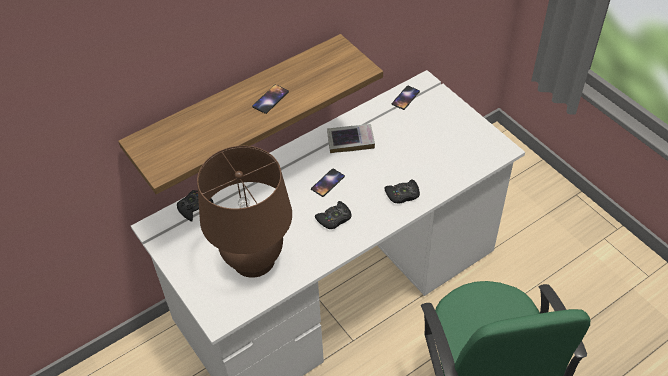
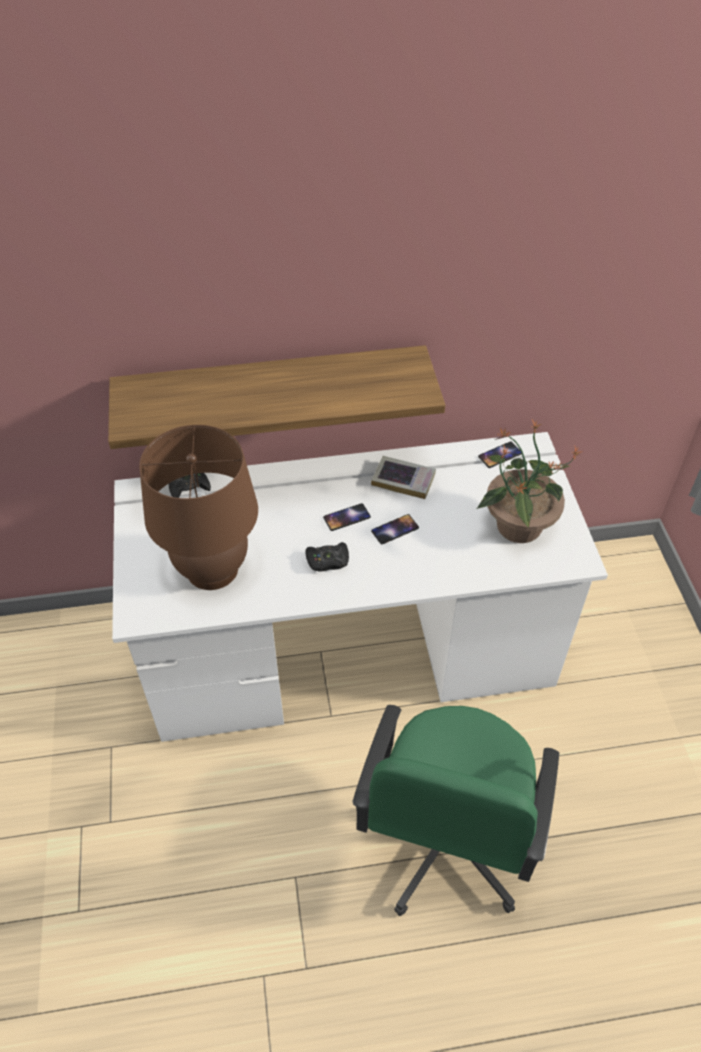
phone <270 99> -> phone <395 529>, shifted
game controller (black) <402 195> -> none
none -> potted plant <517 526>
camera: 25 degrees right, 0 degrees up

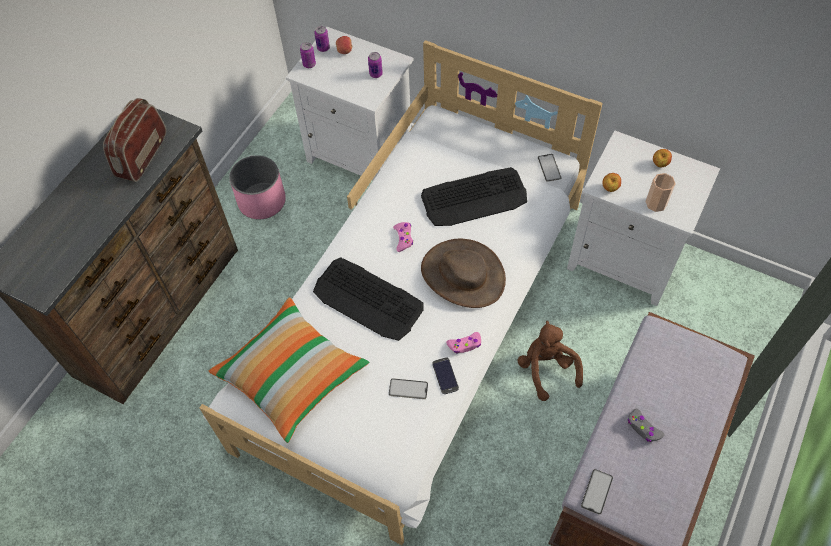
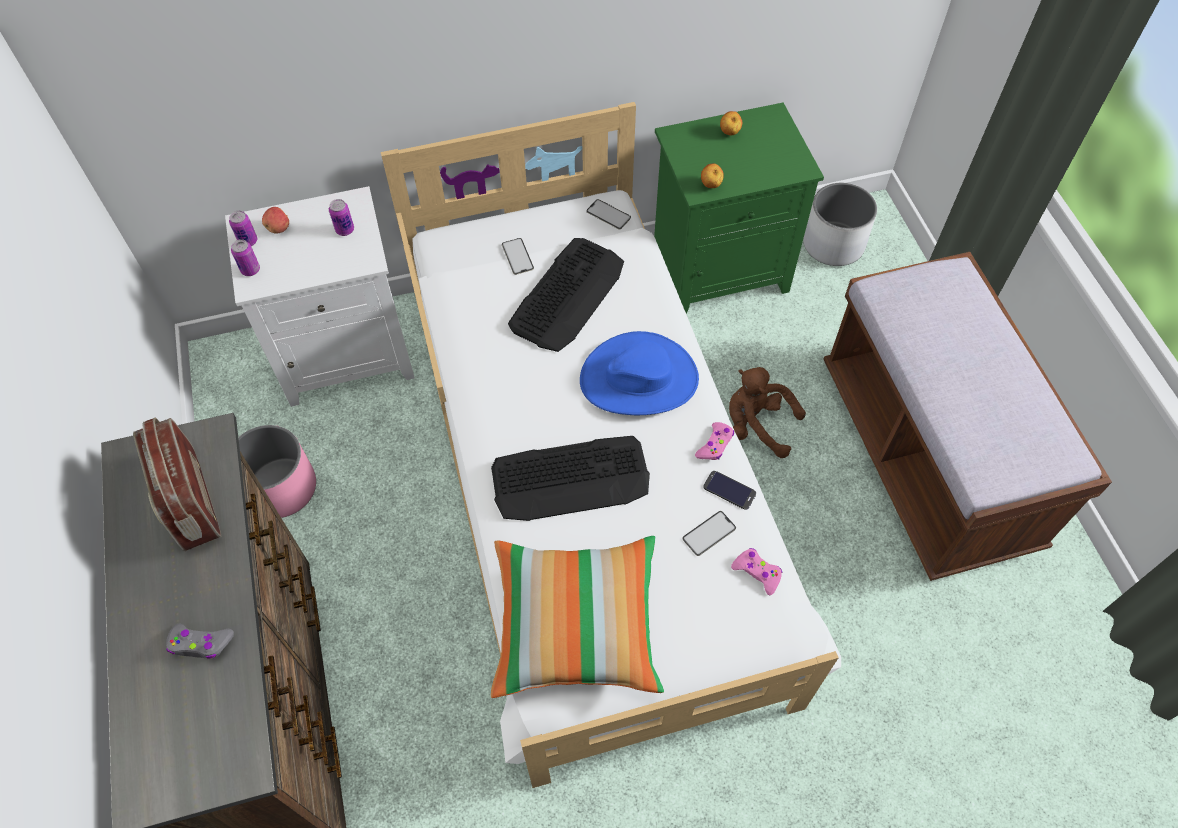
nightstand (white) <626 259> -> nightstand (green) <720 268>
cup <656 203> -> none
game controller (pink) <403 238> -> game controller (pink) <757 572>, shifted
hat (brown) <463 275> -> hat (blue) <639 378>
game controller (grey) <643 428> -> game controller (grey) <201 644>, shifted
phone <596 491> -> phone <517 256>, shifted
none -> planter (white) <834 244>
camera: 45 degrees left, 0 degrees up

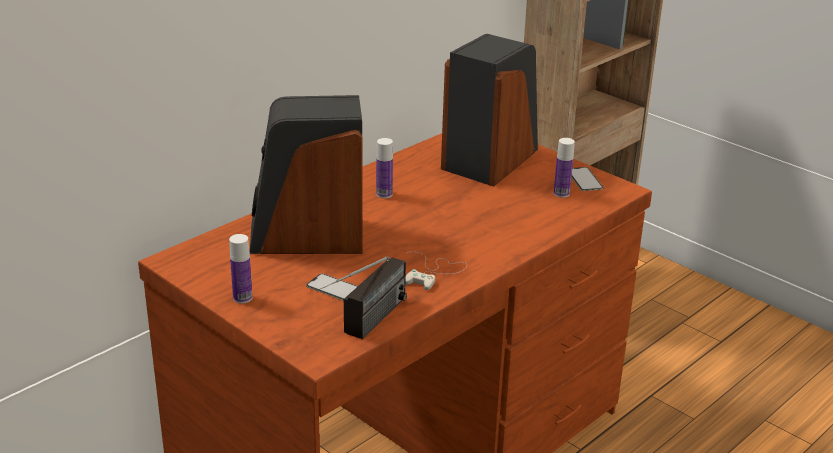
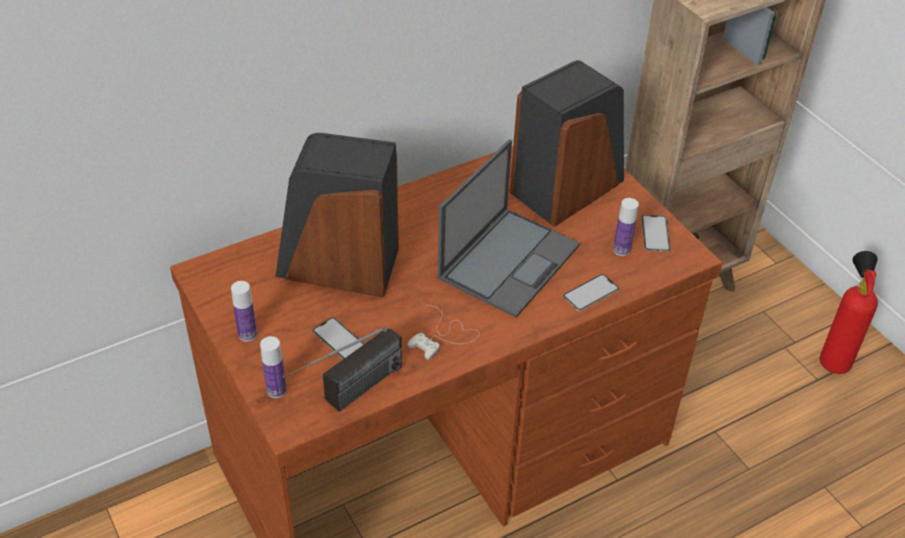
bottle <384 194> -> bottle <276 390>, shifted
none -> laptop <509 260>
none -> fire extinguisher <833 359>
none -> phone <591 293>
camera: 15 degrees right, 15 degrees up

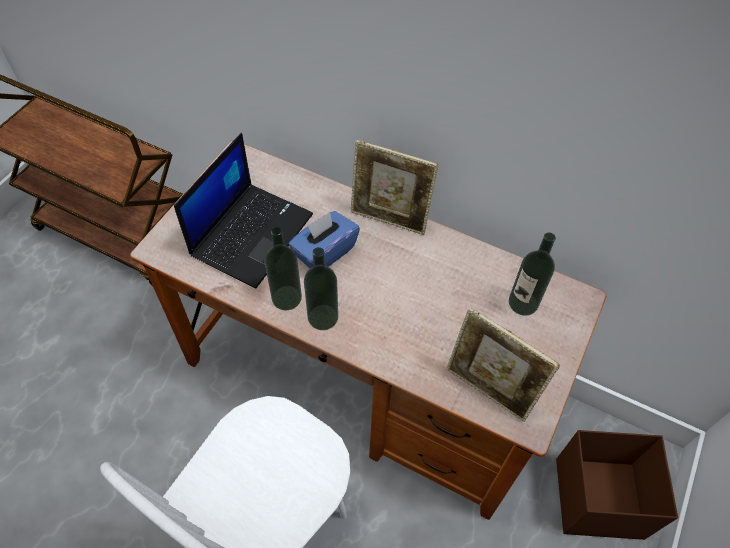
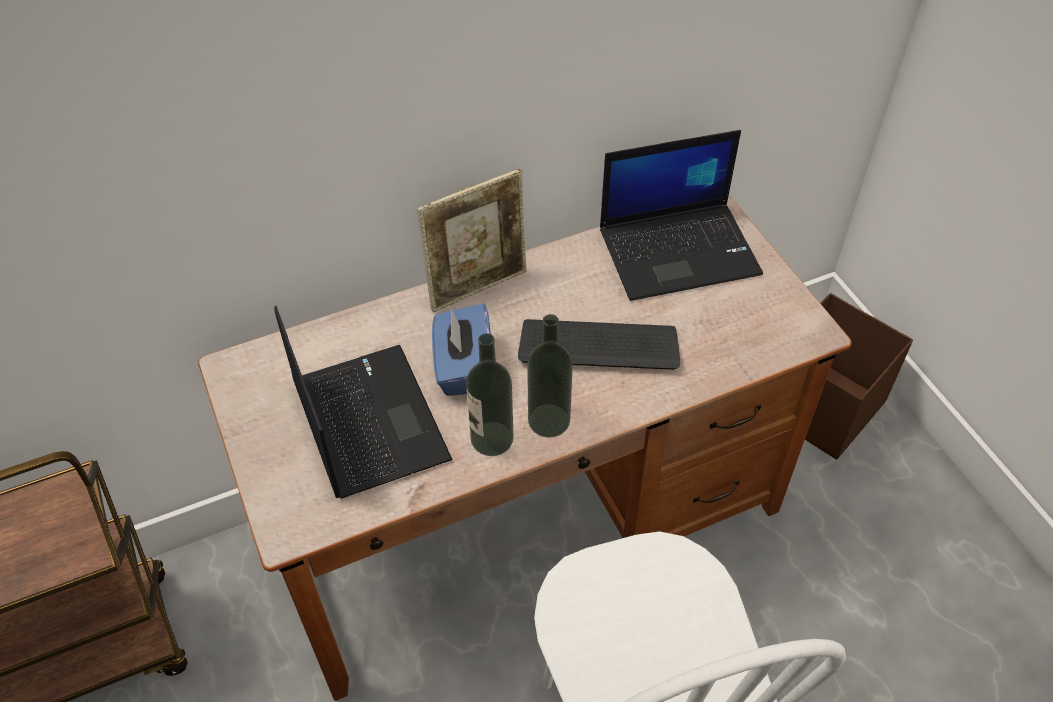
bottle <523 303> -> laptop <680 250>
picture frame <488 391> -> none
none -> keyboard <598 346>
camera: 50 degrees left, 5 degrees down

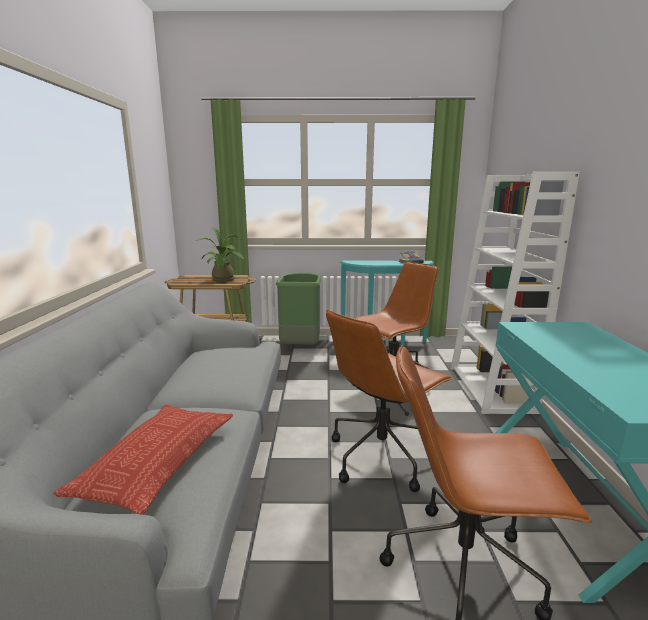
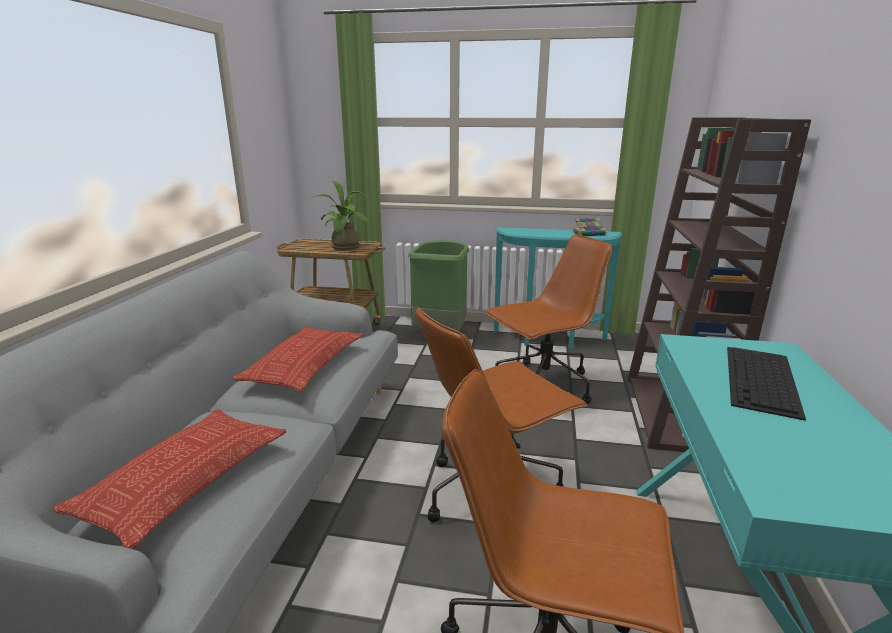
bookcase (white) <491 389> -> bookcase (brown) <674 414>
none -> pillow <304 365>
none -> keyboard <762 380>
camera: 10 degrees right, 5 degrees up

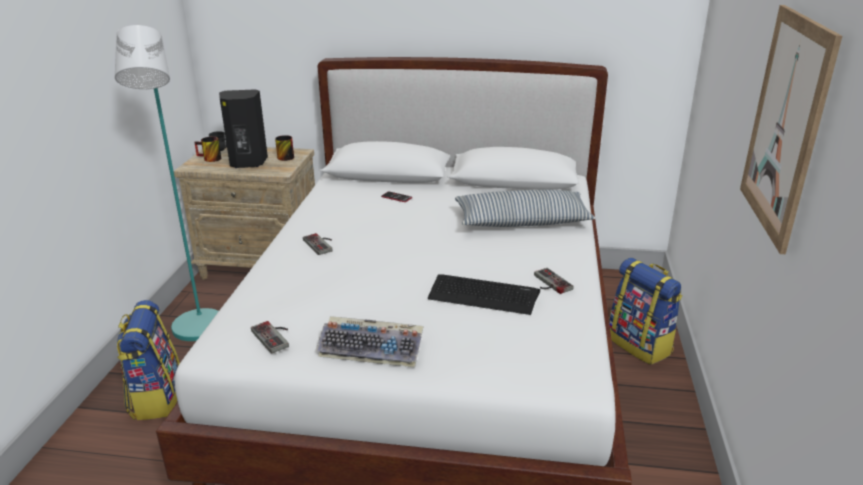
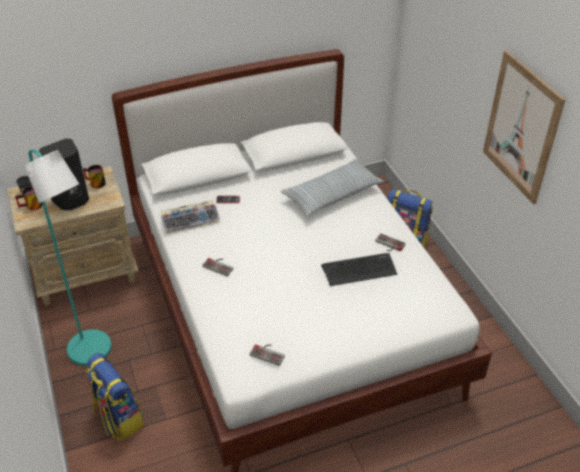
keyboard <373 348> -> keyboard <190 220>, shifted
camera: 30 degrees left, 15 degrees up

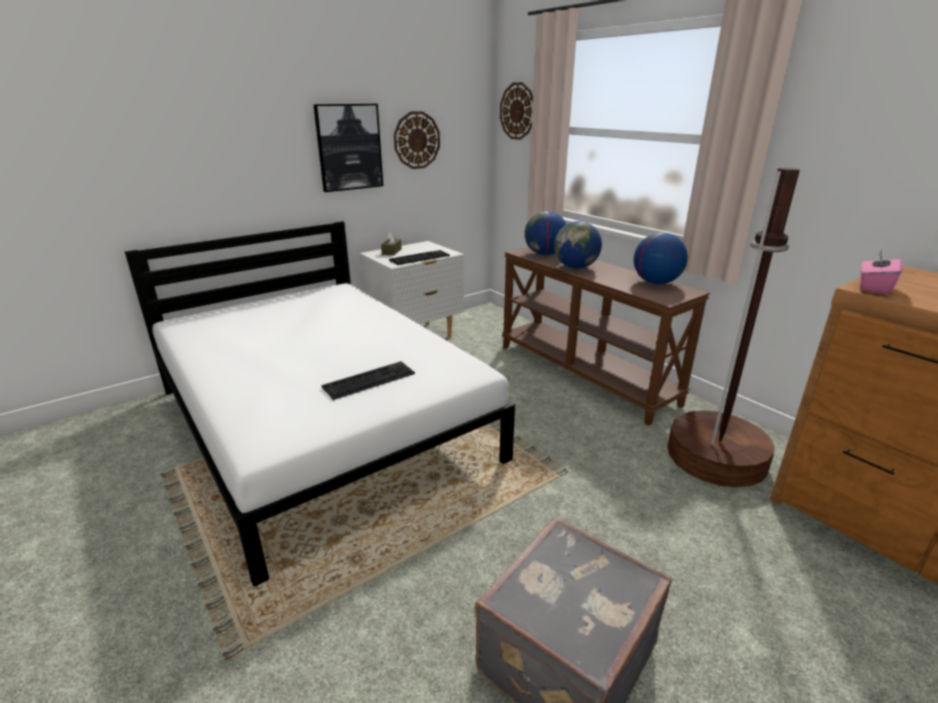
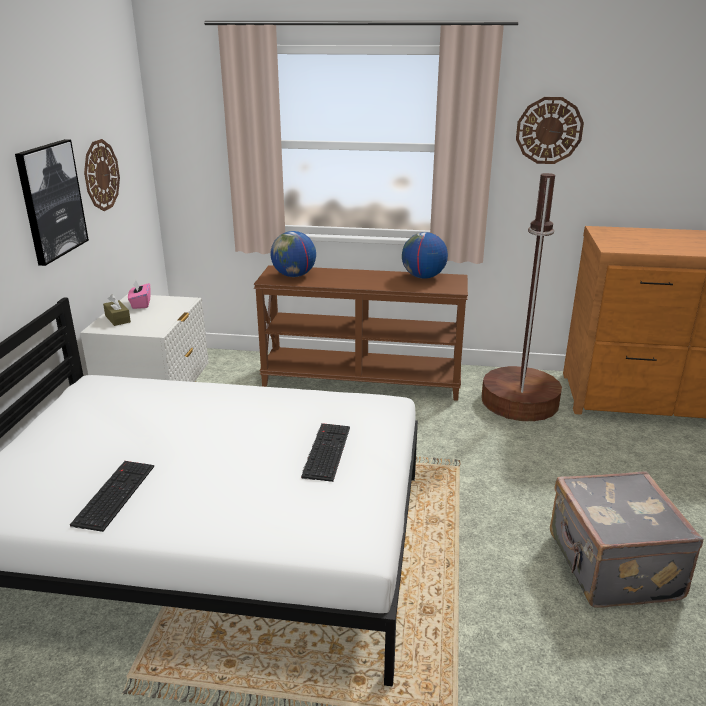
wall clock <517 111> -> wall clock <549 130>, shifted
globe <575 267> -> none
tissue box (pink) <873 287> -> tissue box (pink) <140 304>, shifted
keyboard <420 257> -> keyboard <114 494>, shifted
camera: 45 degrees left, 0 degrees up

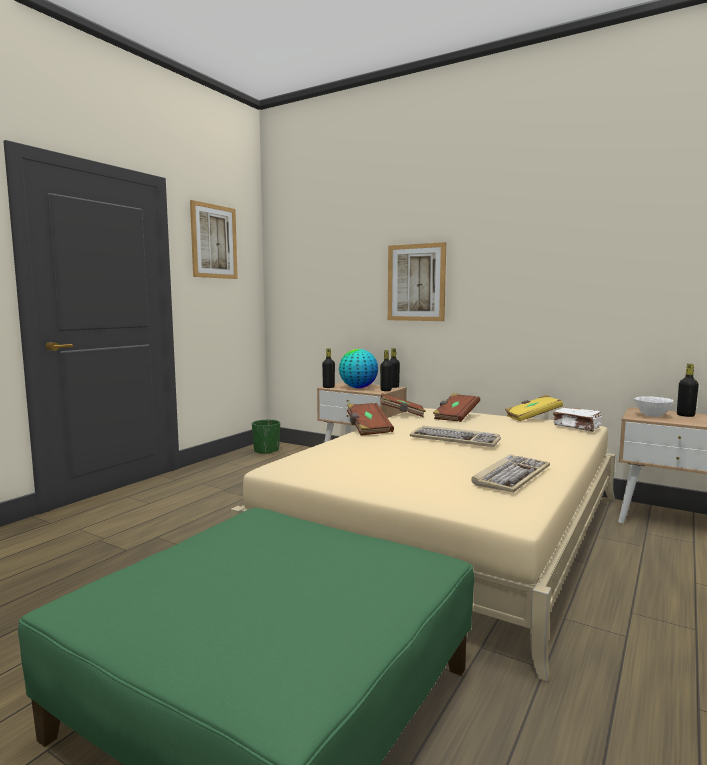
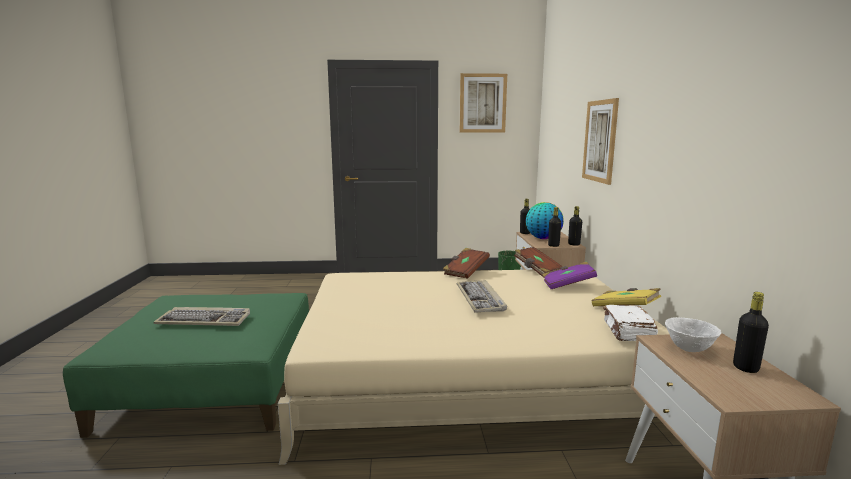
book (brown) <455 417> -> book (purple) <567 285>
keyboard <511 476> -> keyboard <205 320>, shifted
camera: 55 degrees right, 5 degrees up

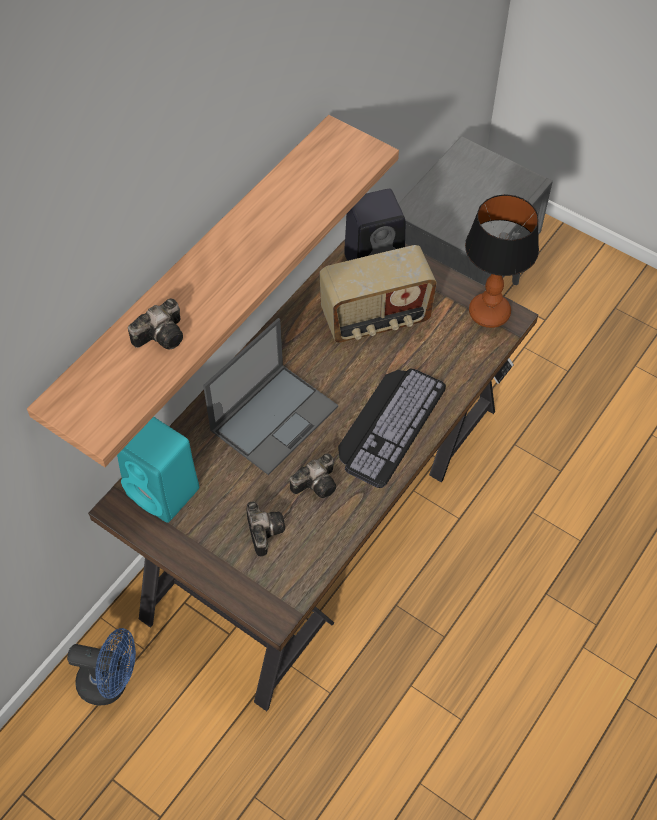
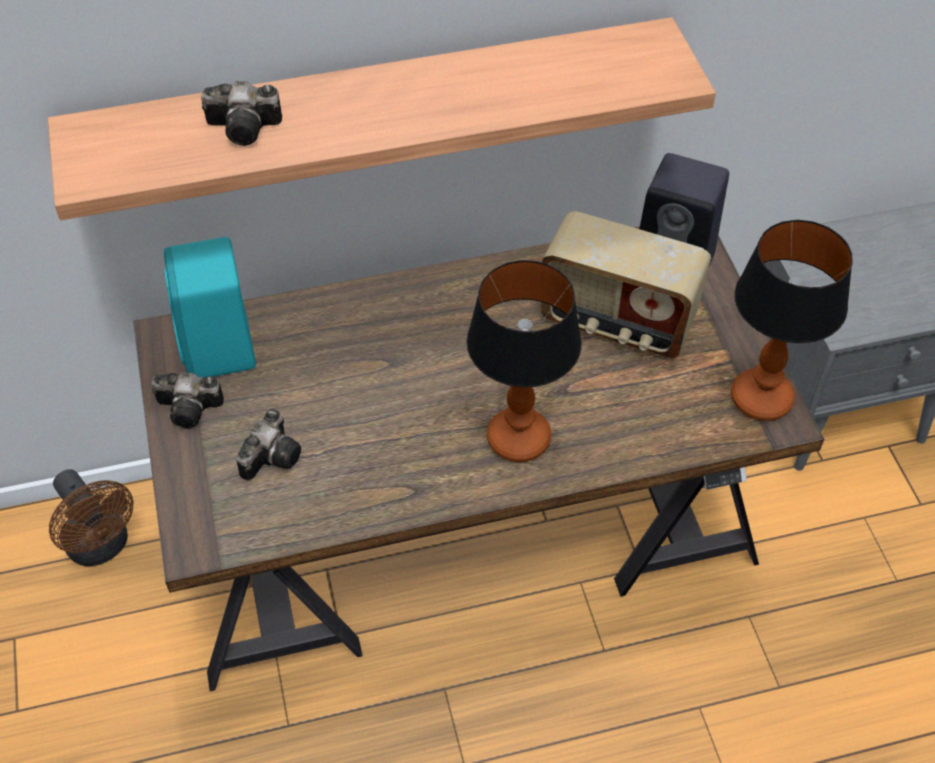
laptop <275 417> -> none
keyboard <388 422> -> table lamp <519 437>
photo camera <317 483> -> photo camera <192 408>, shifted
fan (blue) <111 683> -> fan (brown) <102 547>
camera: 40 degrees right, 5 degrees down

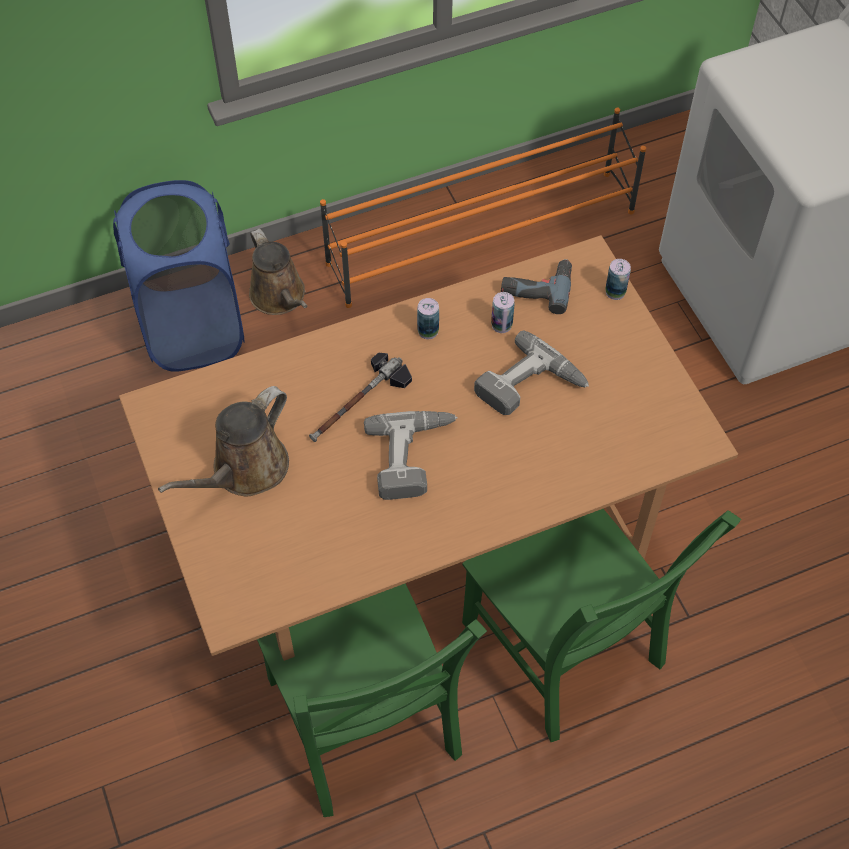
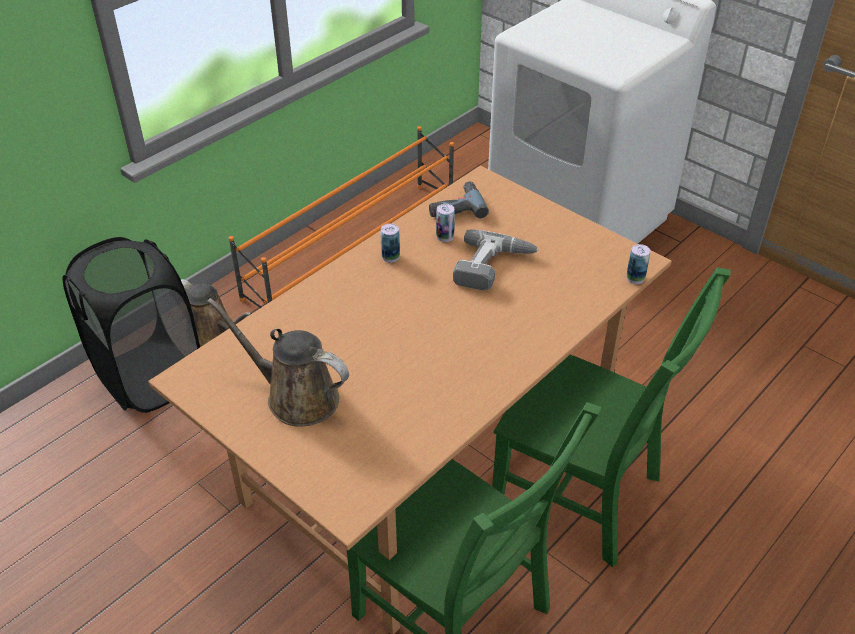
laundry basket (blue) <194 328> -> laundry basket (black) <150 377>
can <615 292> -> can <635 278>, shifted
hammer <358 404> -> none
watering can (brown) <244 470> -> watering can (brown) <296 396>, 105 degrees clockwise
power drill <414 457> -> none
camera: 25 degrees left, 15 degrees down

